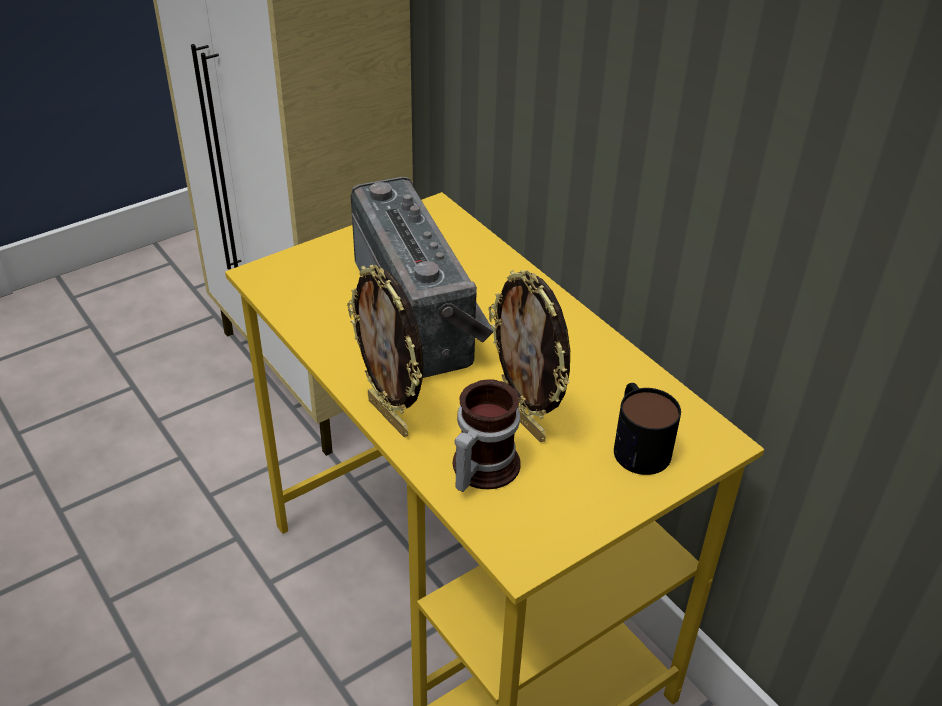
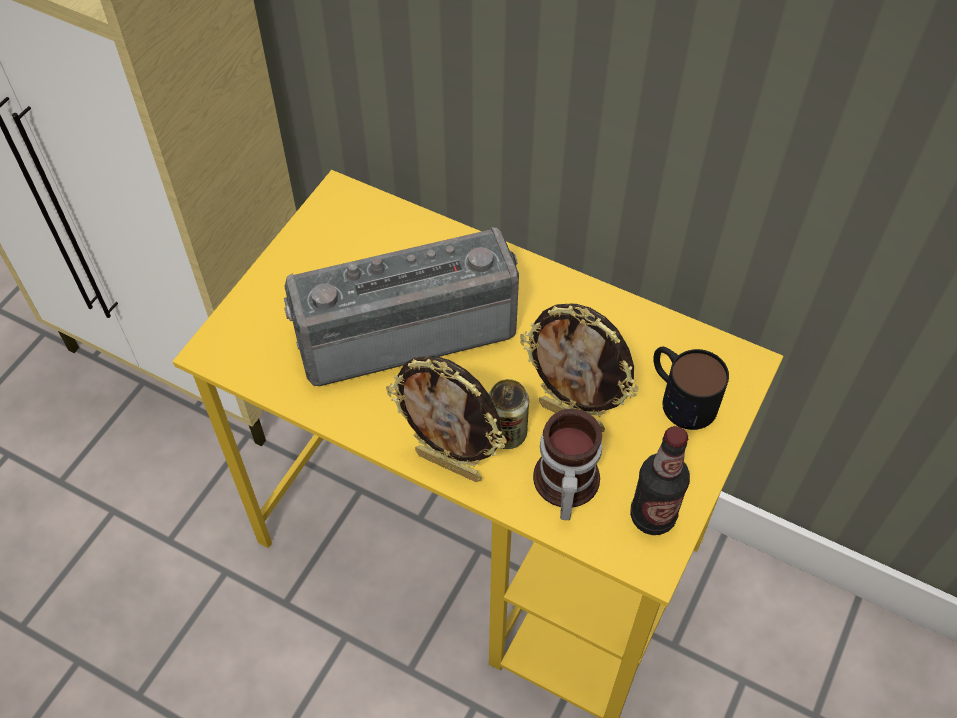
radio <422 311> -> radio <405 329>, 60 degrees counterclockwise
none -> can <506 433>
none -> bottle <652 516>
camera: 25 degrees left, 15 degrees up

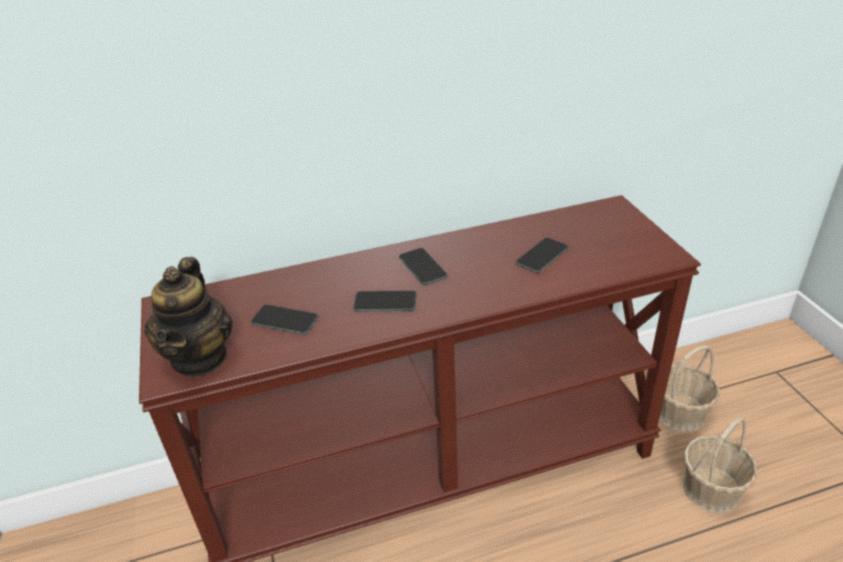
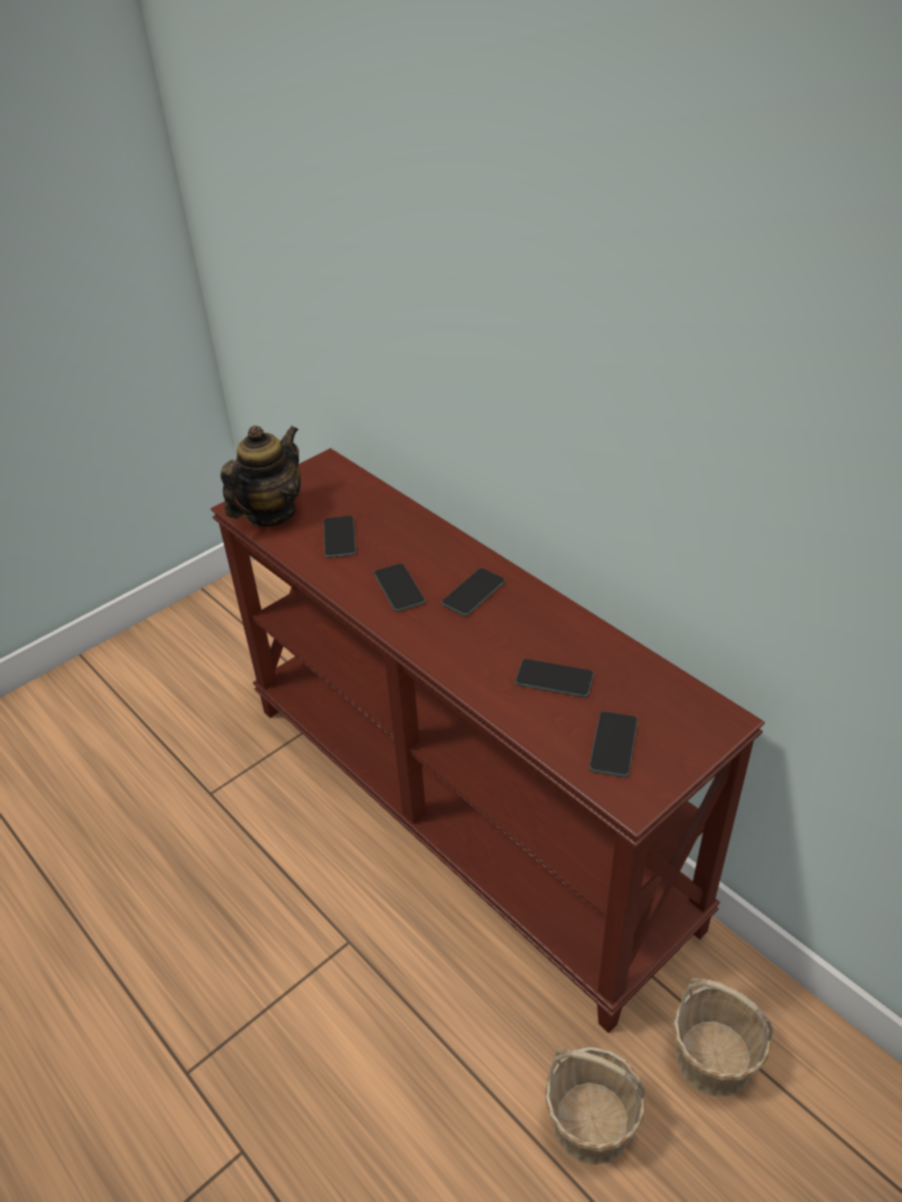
teapot <200 357> -> teapot <270 513>, 150 degrees clockwise
none -> phone <613 744>
camera: 65 degrees right, 5 degrees up

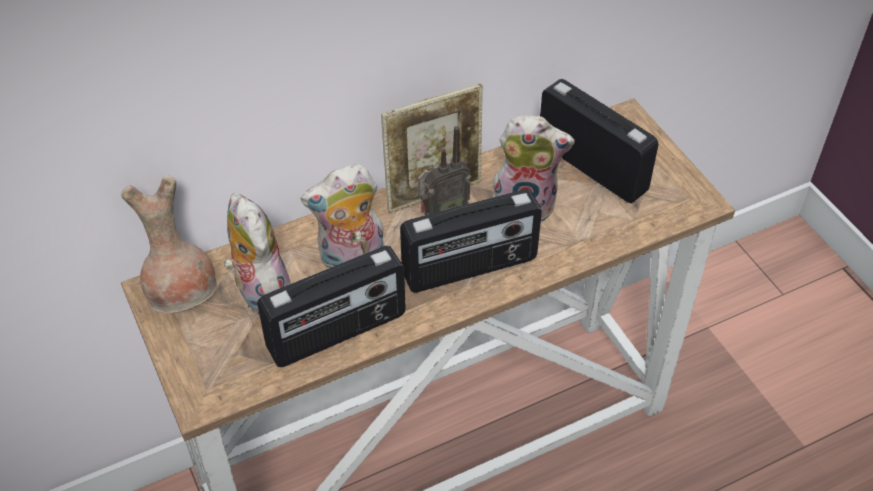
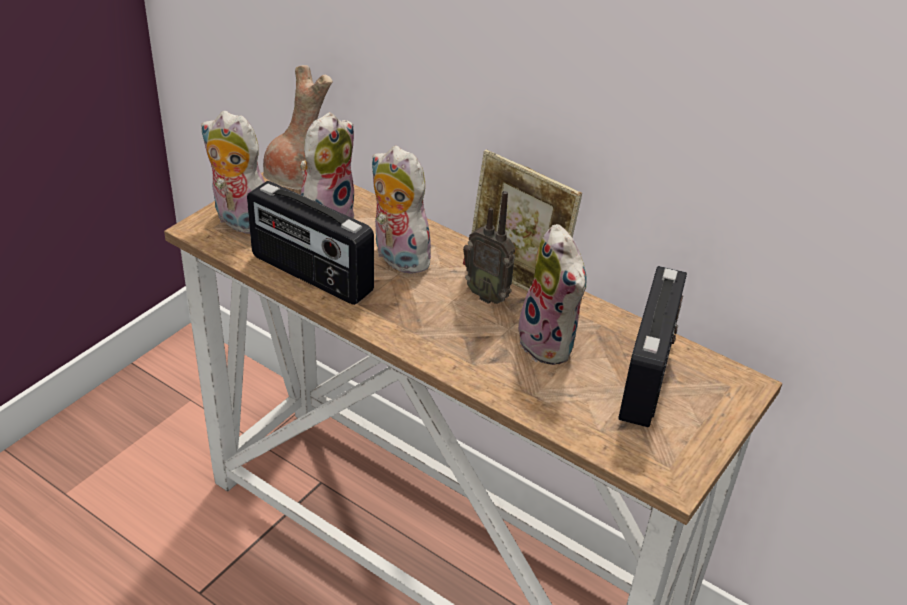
radio <470 268> -> none
none -> plush toy <238 221>
camera: 60 degrees right, 10 degrees down

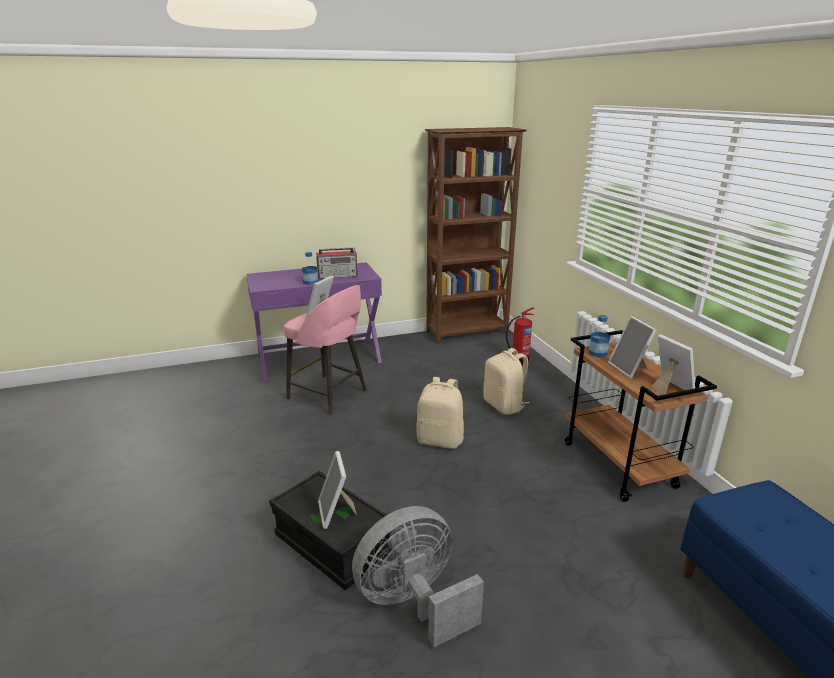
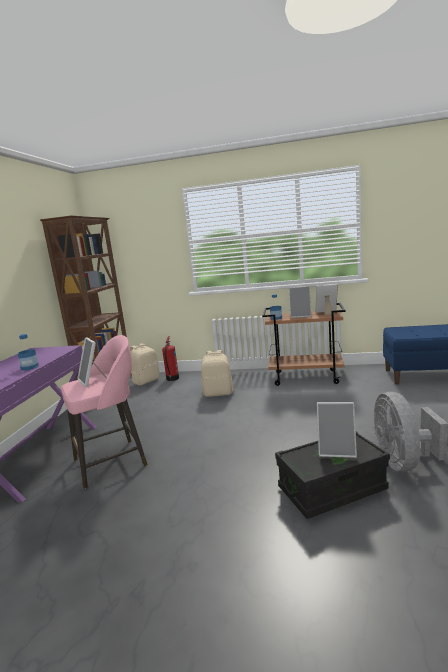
radio <338 276> -> none
backpack (beige) <440 440> -> backpack (beige) <146 381>, shifted
camera: 60 degrees left, 10 degrees down

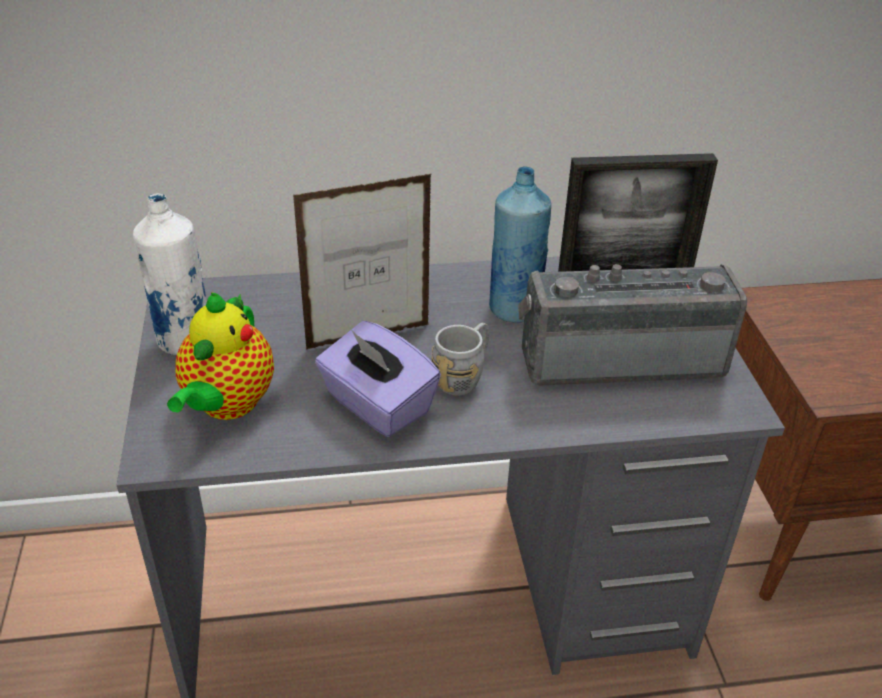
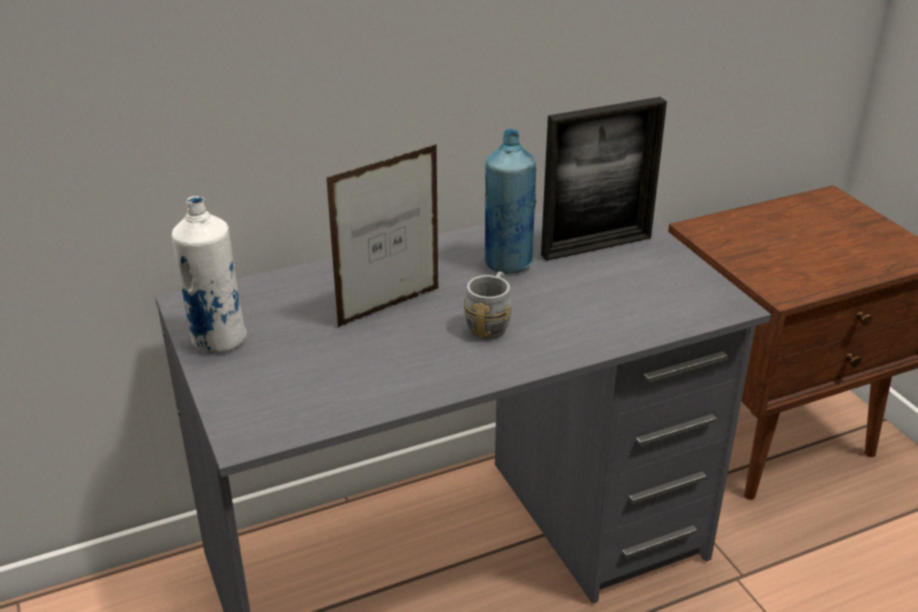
radio <620 357> -> none
teapot <227 405> -> none
tissue box (purple) <377 405> -> none
camera: 15 degrees left, 5 degrees down

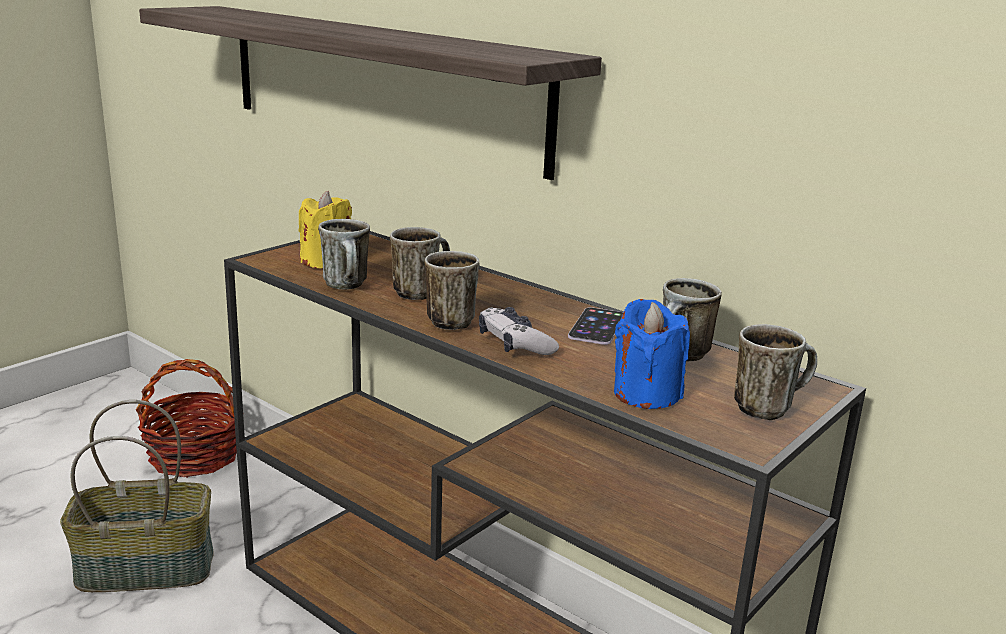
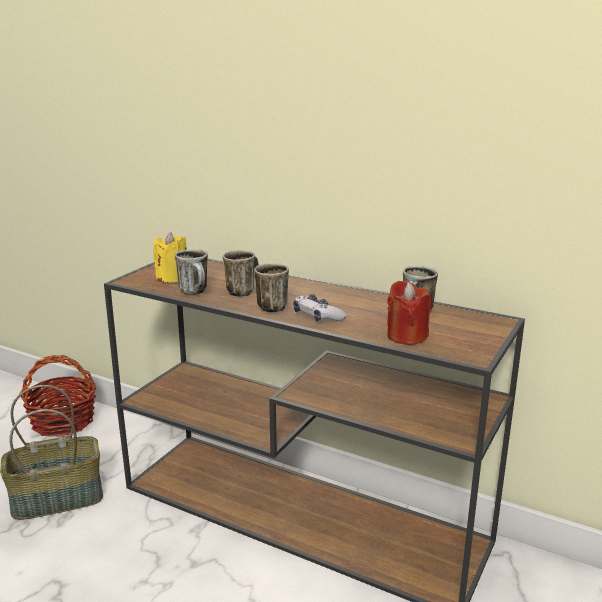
shelf <379 84> -> none
candle (blue) <646 394> -> candle (red) <406 336>
phone <597 326> -> none
mug <768 407> -> none
camera: 10 degrees left, 0 degrees up

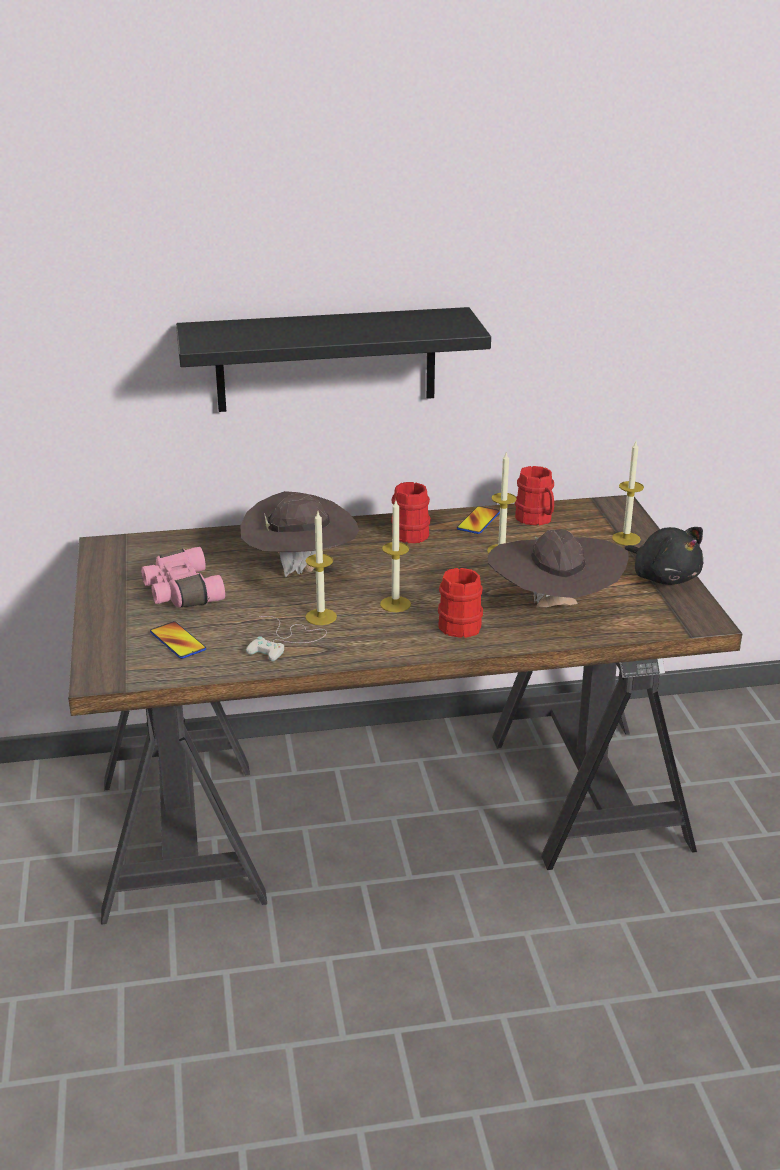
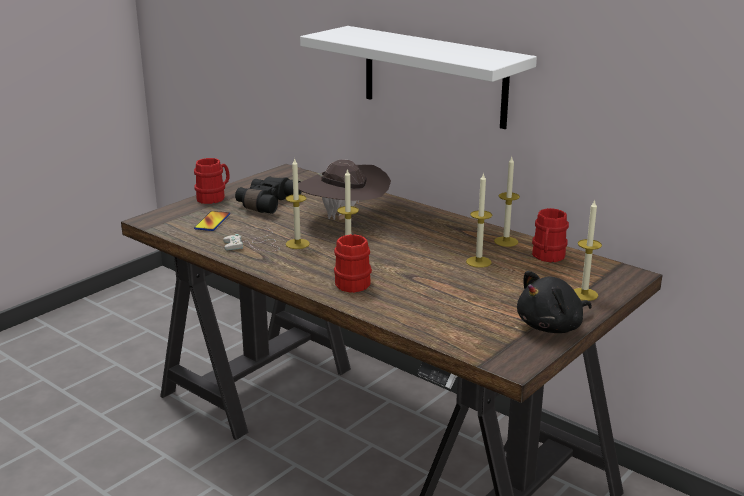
shelf (black) <326 359> -> shelf (white) <434 76>
mug (red) <410 532> -> mug (red) <214 197>, shifted
phone <478 521> -> candle <506 241>
plush toy (black) <664 577> -> plush toy (black) <552 326>, 45 degrees clockwise
hat (brown) <554 609> -> none
binoculars (pink) <180 592> -> binoculars (black) <266 203>
camera: 50 degrees right, 5 degrees down

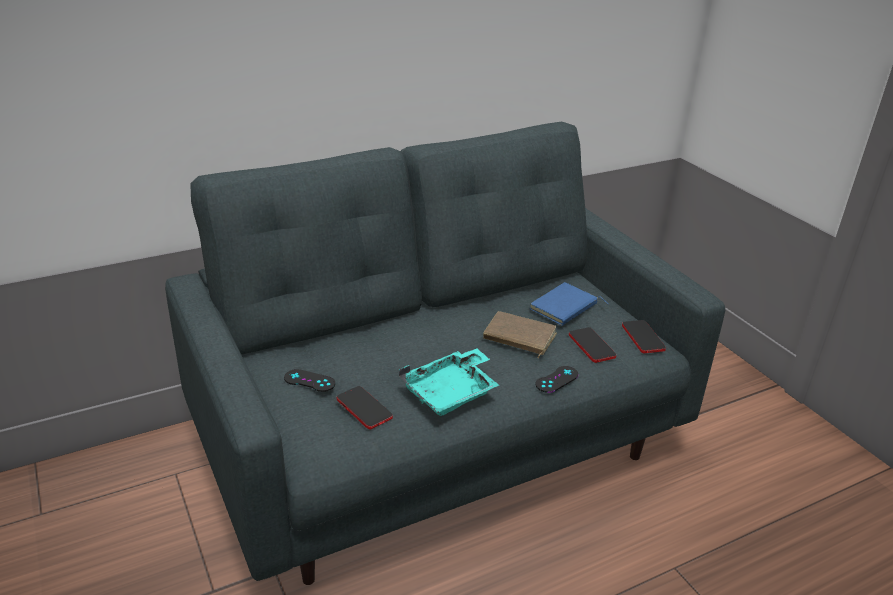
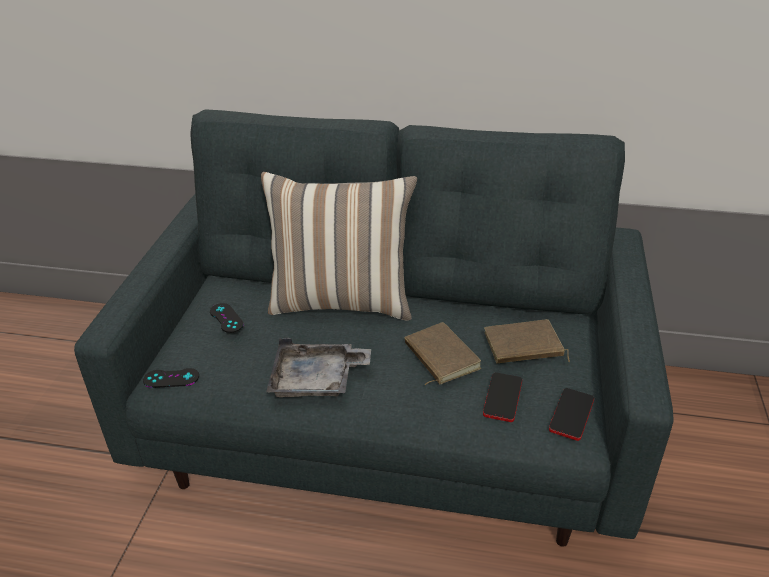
book (blue) <565 308> -> book (brown) <523 347>
tray (turquoise) <451 392> -> tray (grey) <317 380>
game controller (black) <556 379> -> game controller (black) <171 378>, shifted
phone <364 408> -> none
none -> pillow <342 301>
camera: 40 degrees right, 5 degrees up

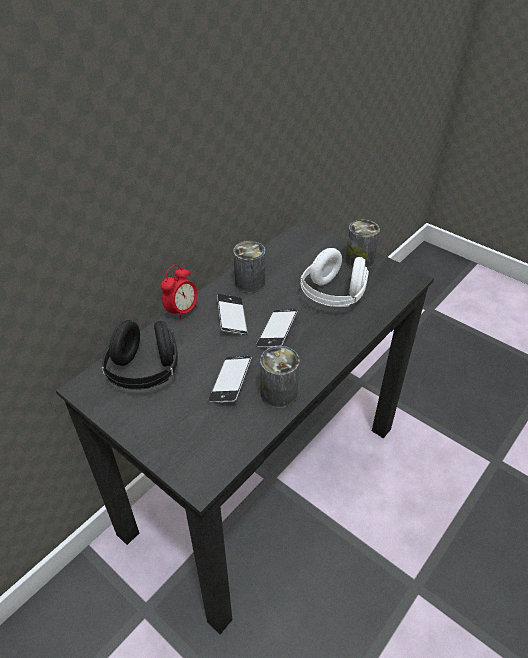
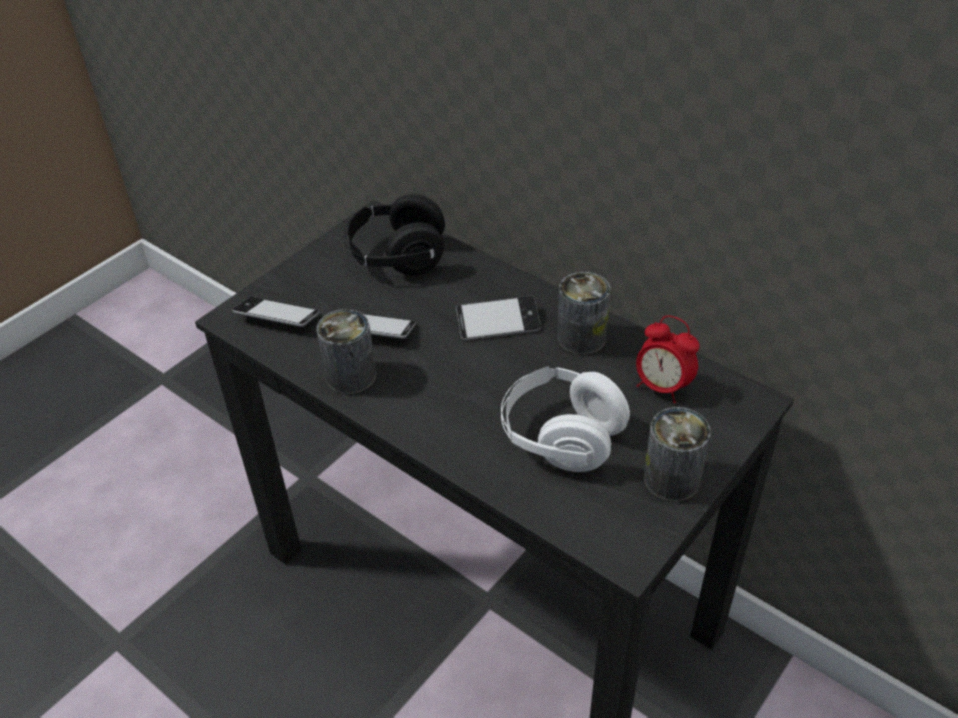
alarm clock <182 311> -> alarm clock <662 387>, shifted
phone <277 332> -> phone <277 317>, shifted
camera: 90 degrees right, 0 degrees up

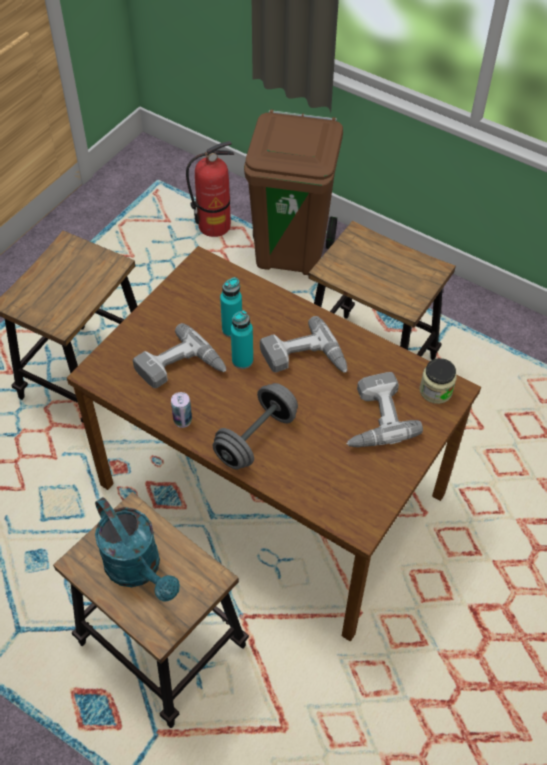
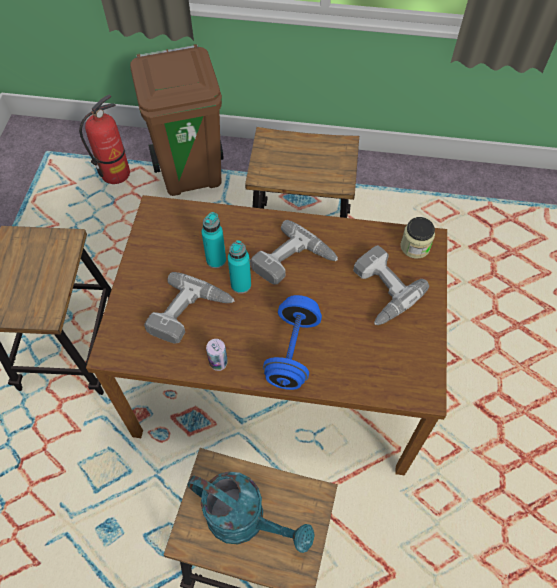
dumbbell (grey) <256 438> -> dumbbell (blue) <292 351>
camera: 25 degrees left, 5 degrees up

